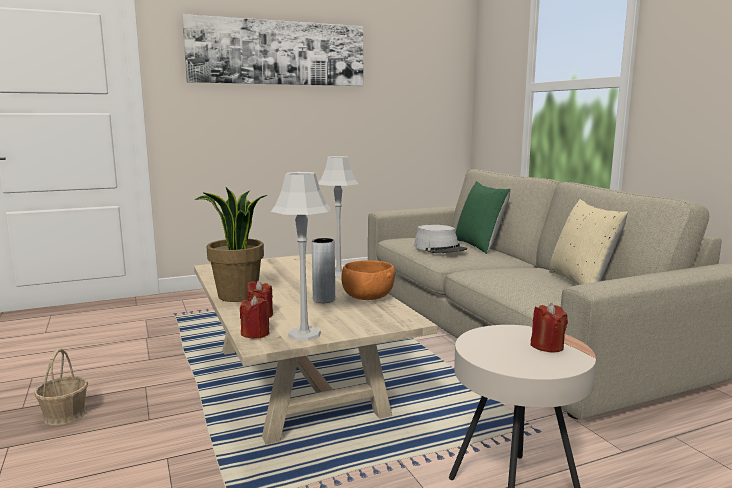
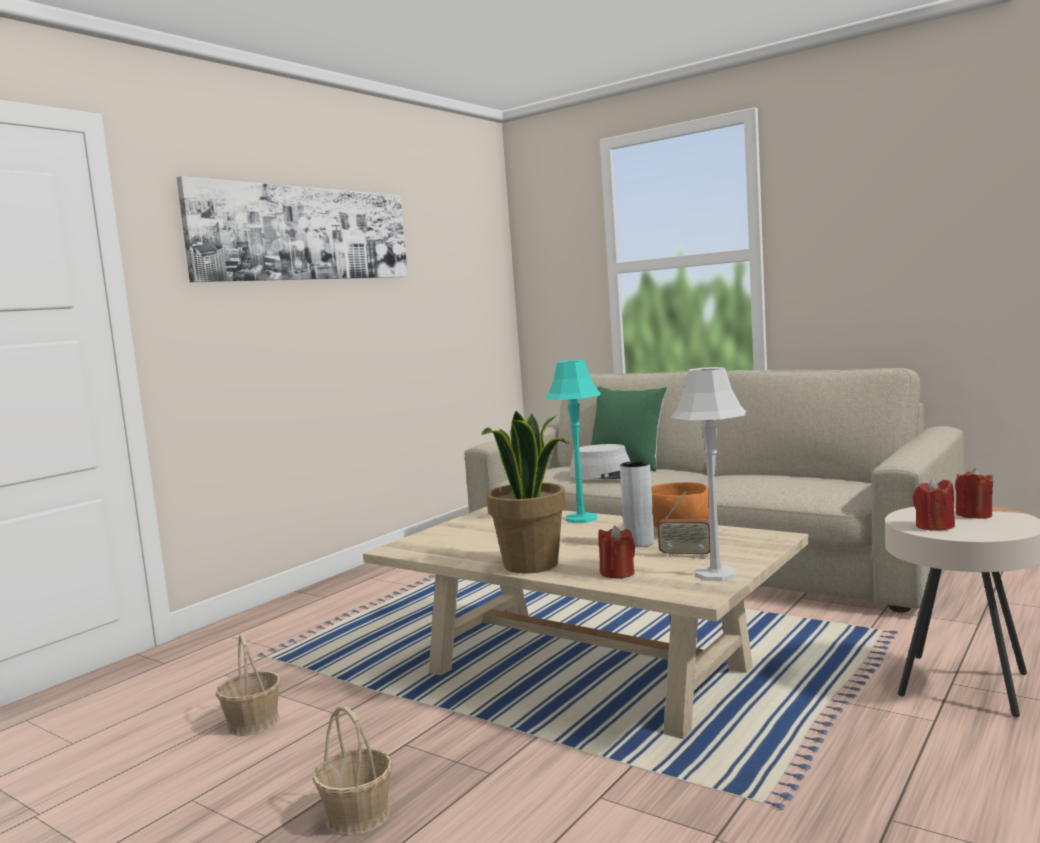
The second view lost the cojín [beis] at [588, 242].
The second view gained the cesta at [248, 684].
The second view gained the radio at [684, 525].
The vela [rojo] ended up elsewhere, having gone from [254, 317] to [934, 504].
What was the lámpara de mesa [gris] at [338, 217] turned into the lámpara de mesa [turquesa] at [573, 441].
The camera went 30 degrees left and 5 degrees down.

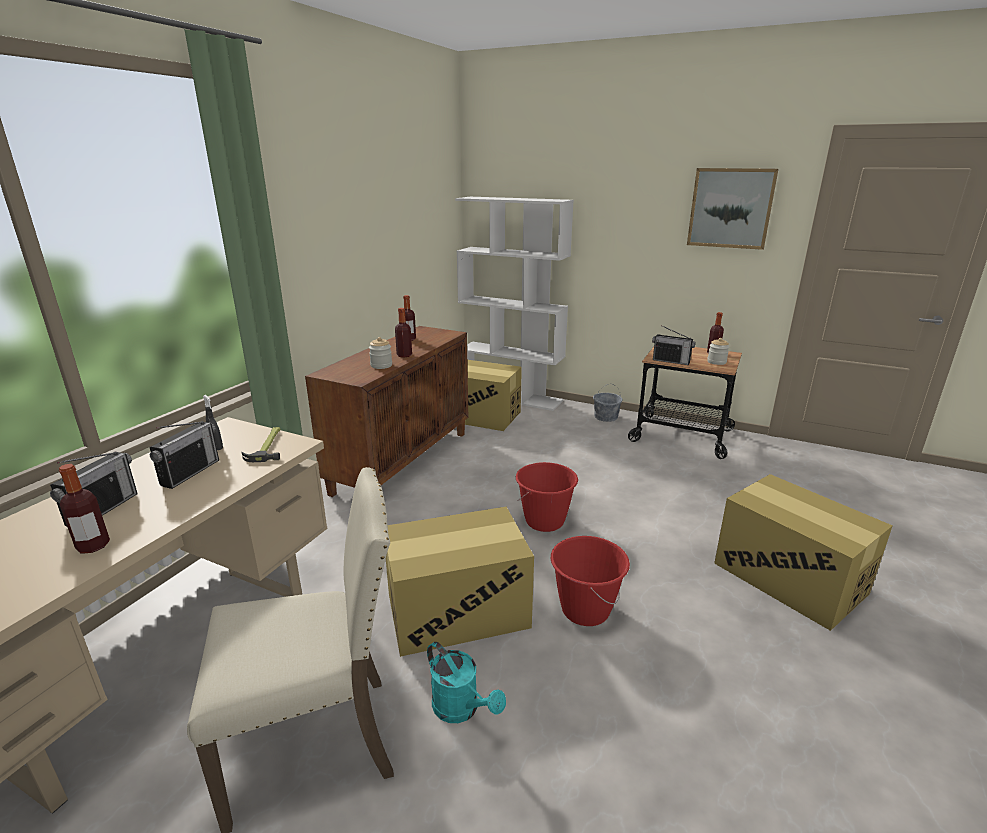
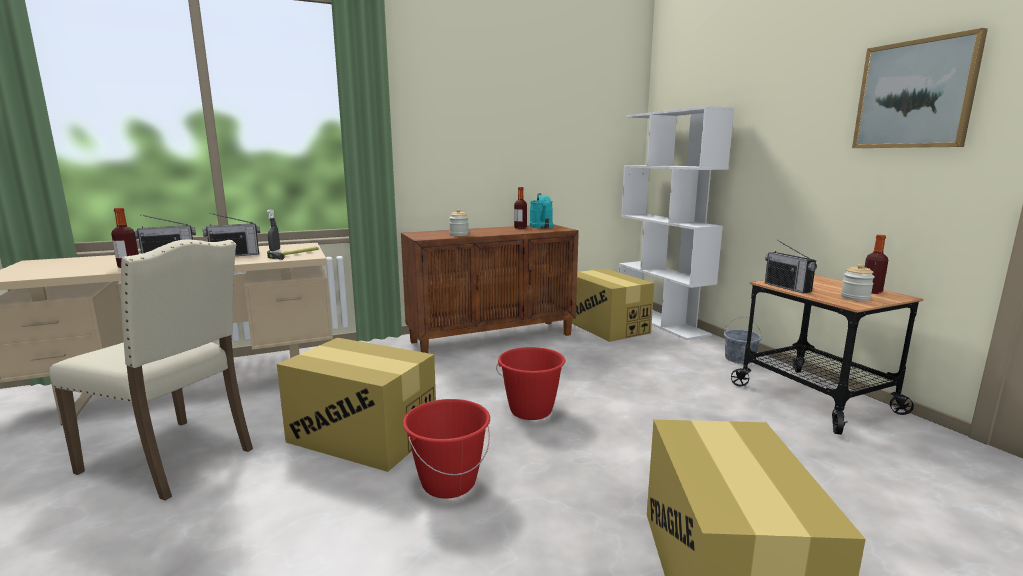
The second view lost the botella at [403, 333].
The regadera [turquesa] ended up elsewhere, having gone from [466, 682] to [541, 210].
The camera went 40 degrees right and 10 degrees down.

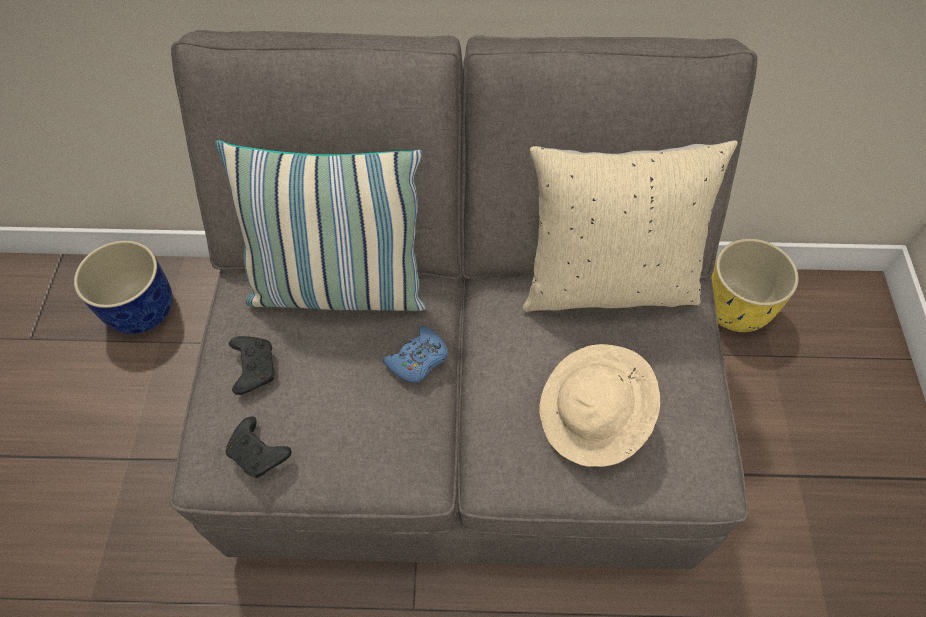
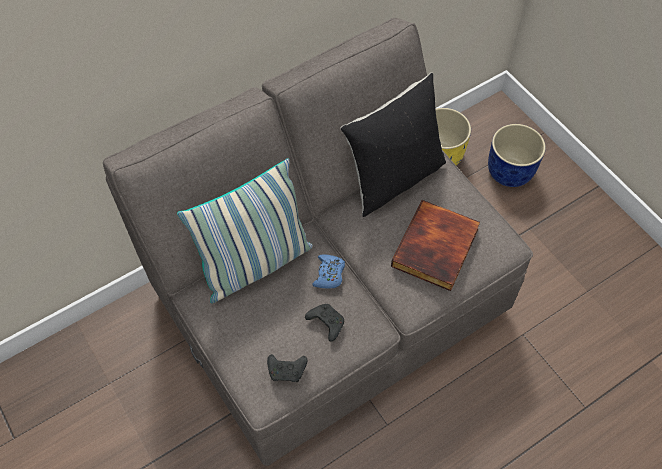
The maceta [azul] ended up elsewhere, having gone from [123, 287] to [517, 155].
The mando de consola [negro] ended up elsewhere, having gone from [252, 365] to [324, 323].
Where the sombrero [beis] stood at [600, 405], the libro came to stand at [435, 245].
What was the cojín [beis] at [629, 226] turned into the cojín [negro] at [393, 145].
The camera went 35 degrees left and 0 degrees up.

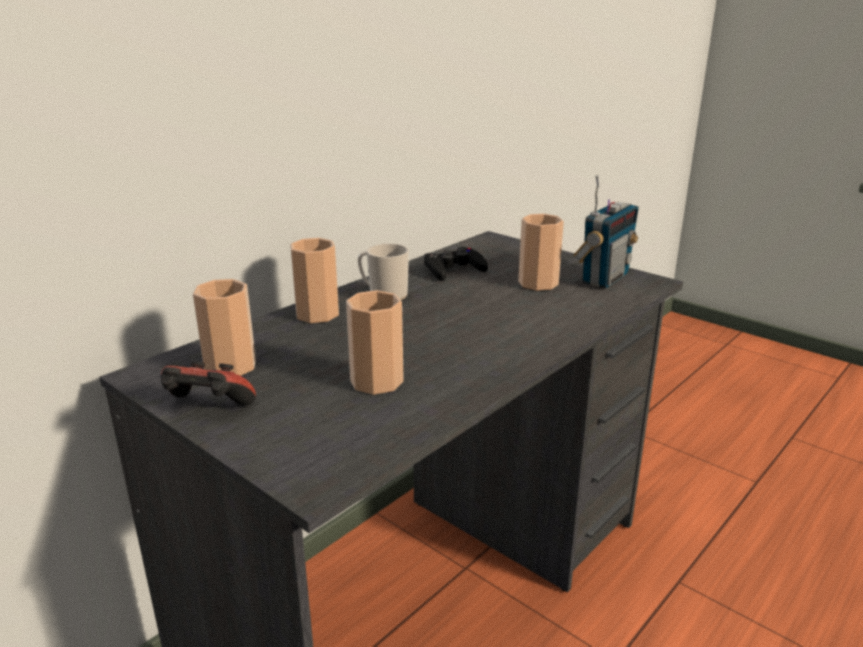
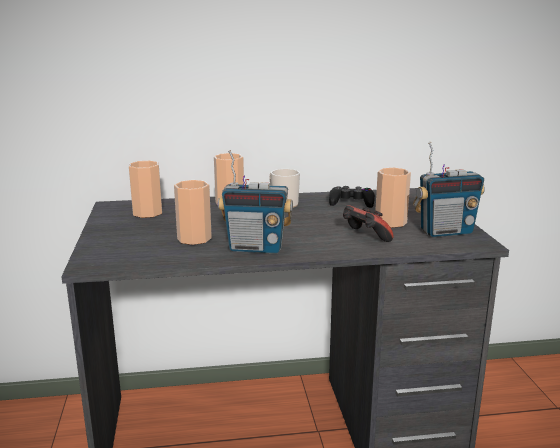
The second view gained the radio at [255, 201].
The mando de consola ended up elsewhere, having gone from [208, 383] to [368, 223].
The camera went 40 degrees right and 5 degrees down.

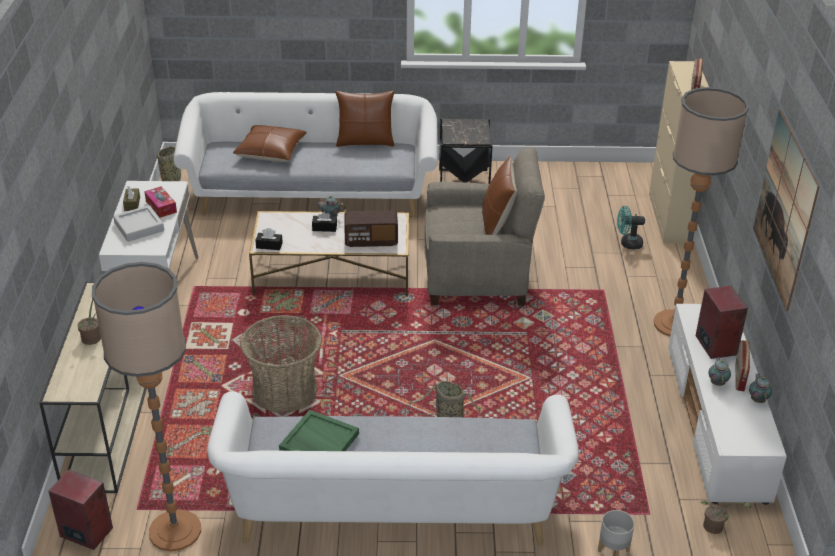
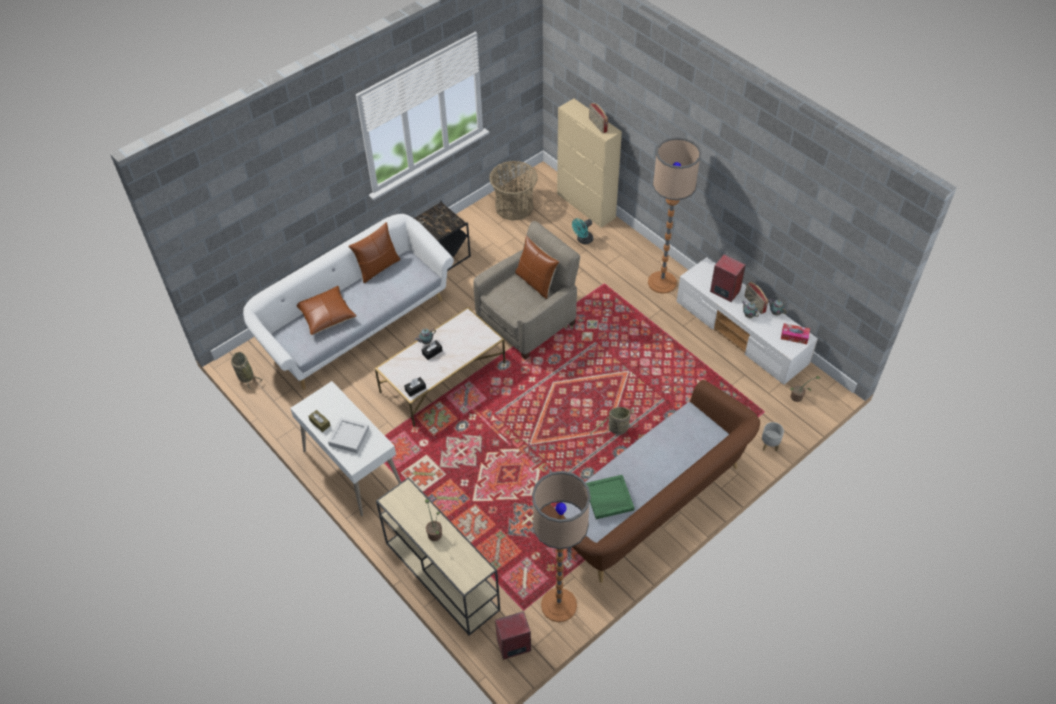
The second view lost the radio at [371, 228].
The second view lost the cuadro at [786, 210].
The caja de pañuelos ended up elsewhere, having gone from [160, 202] to [795, 333].
The cesta ended up elsewhere, having gone from [281, 364] to [513, 191].
What was the sofá [blanco] at [393, 469] turned into the sofá [marrón] at [650, 481].
The camera went 40 degrees left and 15 degrees up.

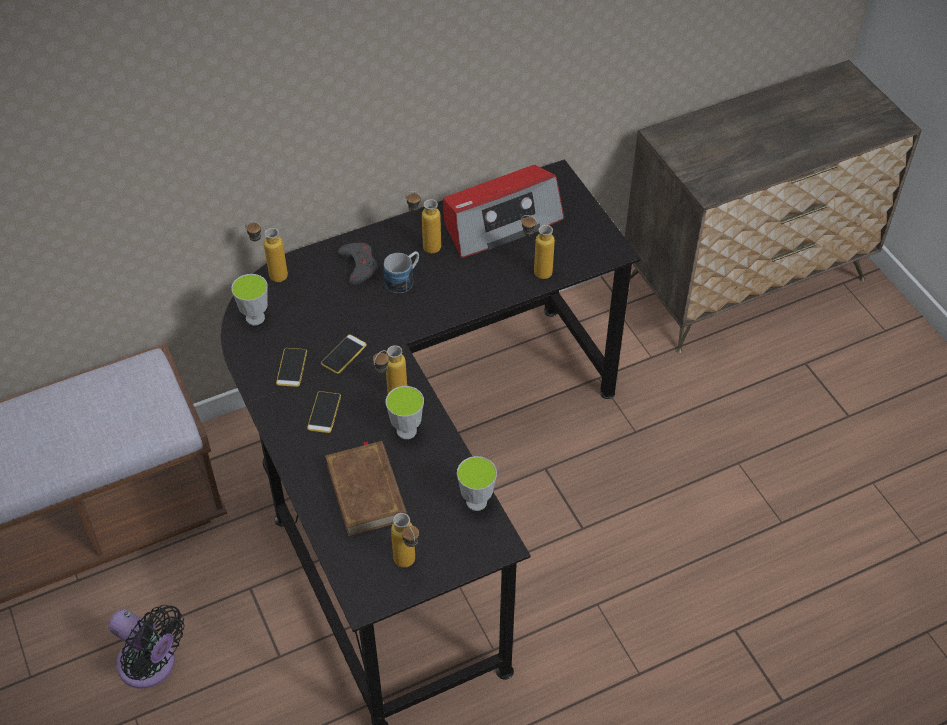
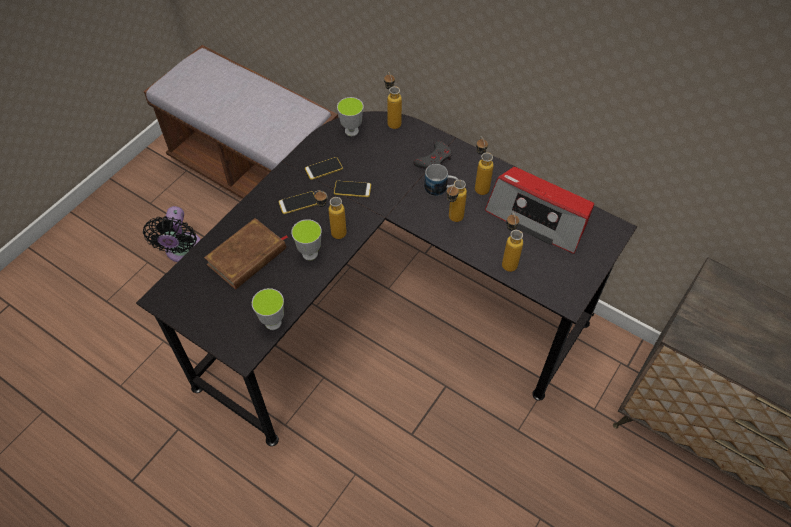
The botella ended up elsewhere, having gone from [405, 540] to [457, 201].
The camera went 60 degrees right and 5 degrees up.

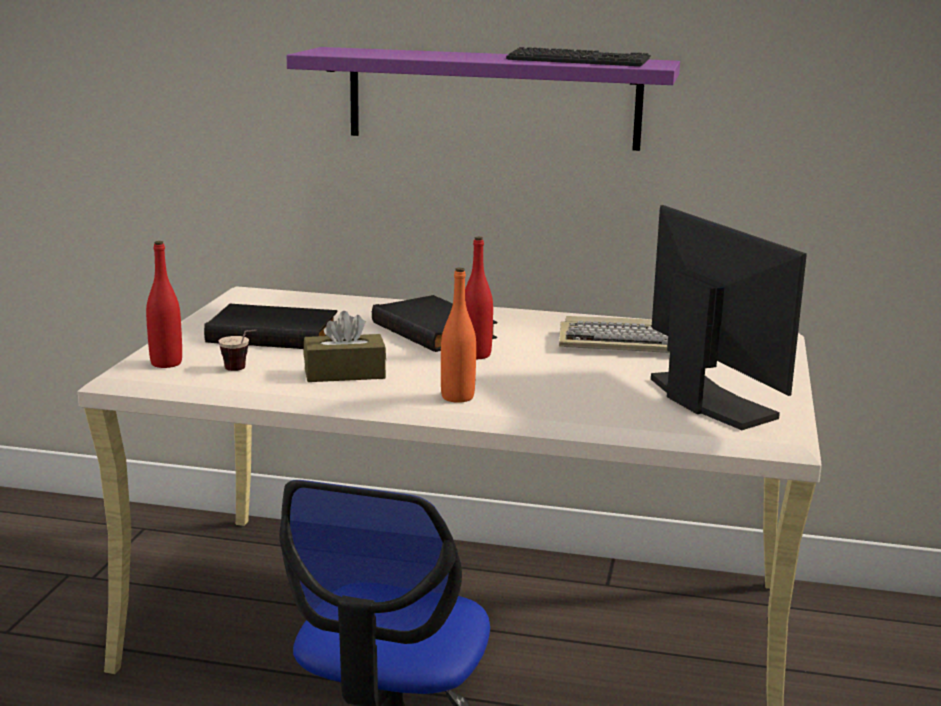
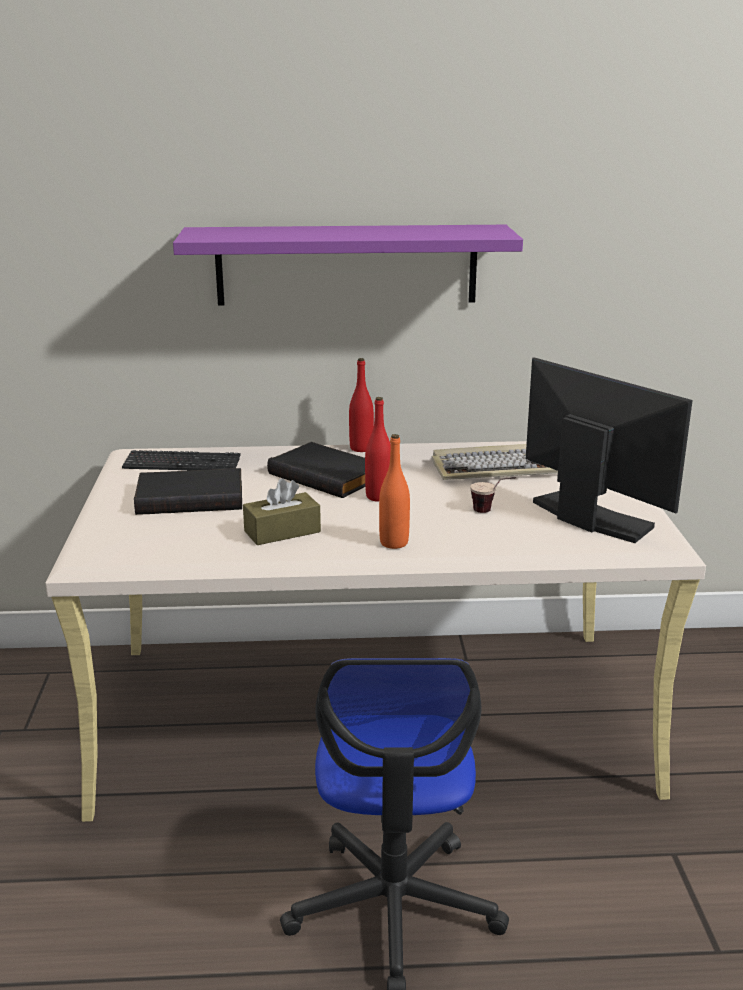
The botella [rojo] ended up elsewhere, having gone from [164, 304] to [361, 405].
The taza ended up elsewhere, having gone from [238, 350] to [493, 495].
The teclado ended up elsewhere, having gone from [578, 56] to [181, 460].
The camera went 15 degrees left and 5 degrees up.

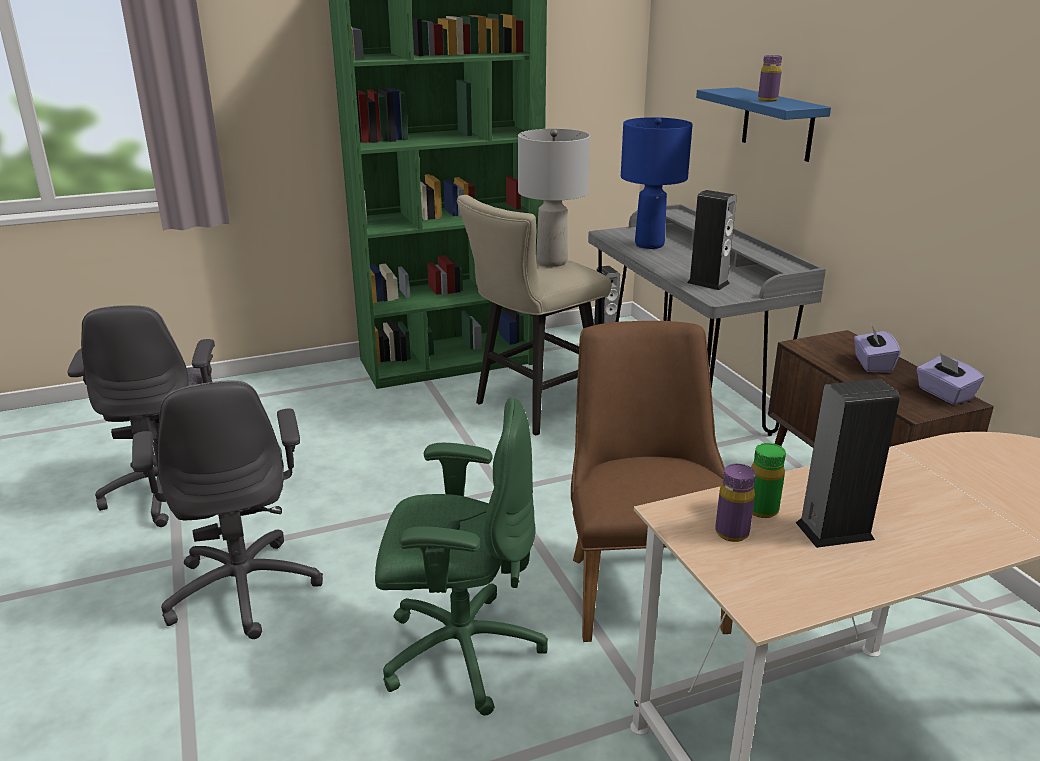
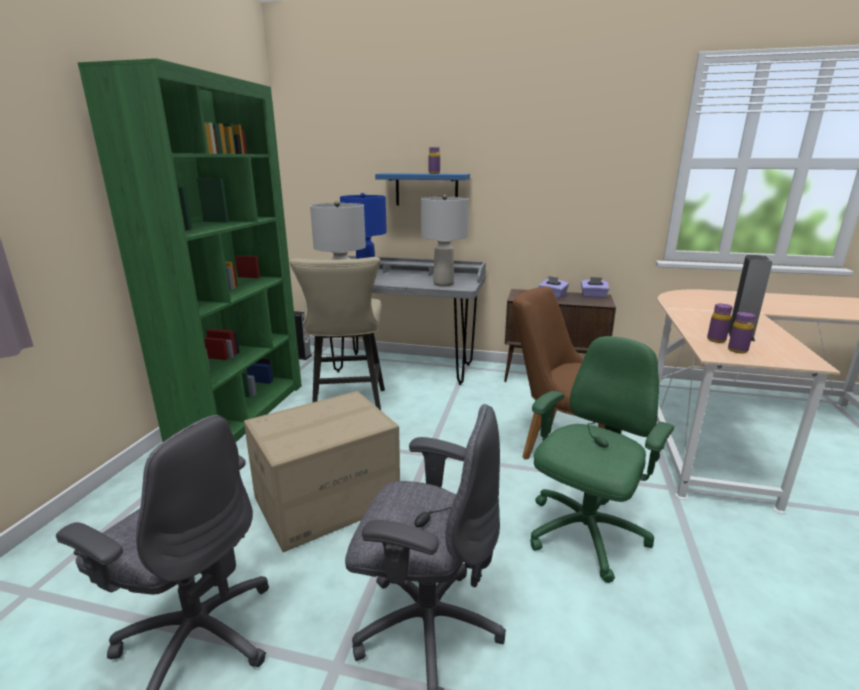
The second view gained the caja de cartón at [322, 471].
Where the altavoz stood at [712, 240], the lámpara de mesa [gris] came to stand at [444, 240].
What was the botella [verde] at [768, 480] turned into the botella [morado] at [720, 323].
The camera went 55 degrees left and 5 degrees down.

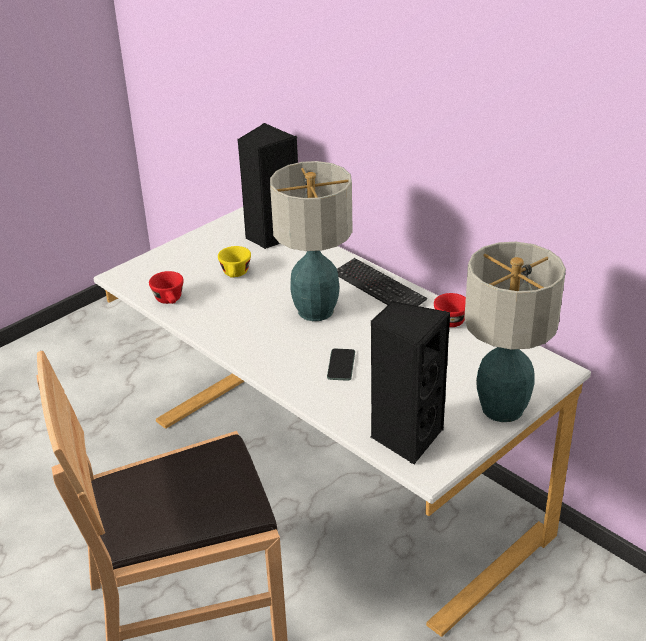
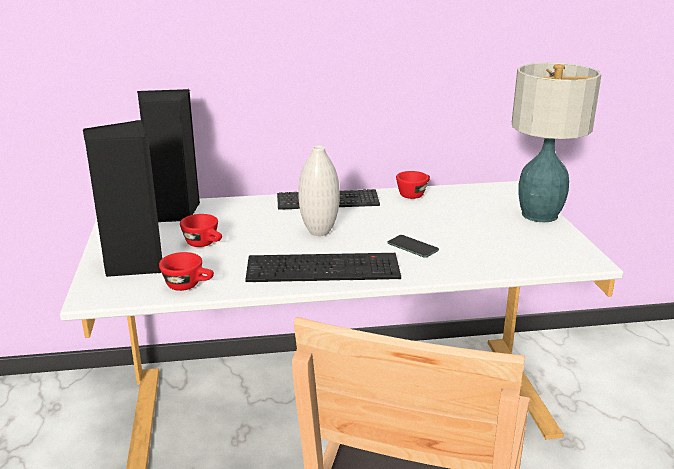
The second view gained the teclado at [323, 267].
The altavoz [negro] ended up elsewhere, having gone from [410, 383] to [122, 198].
Where the lámpara de mesa stood at [311, 241], the florero [blanco] came to stand at [319, 191].
What was the taza [amarillo] at [234, 262] turned into the taza [rojo] at [201, 230].
The camera went 55 degrees left and 10 degrees down.

